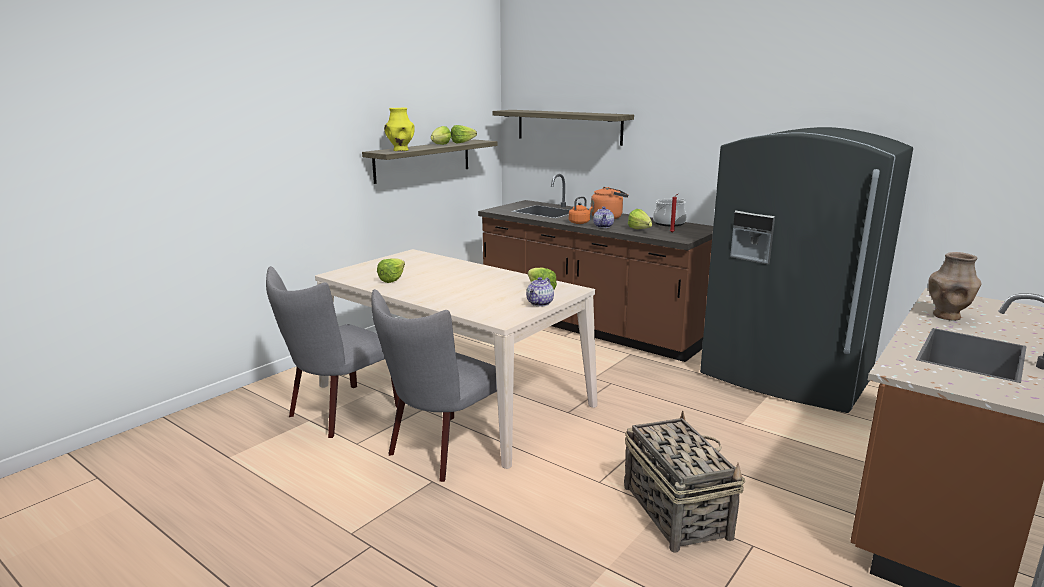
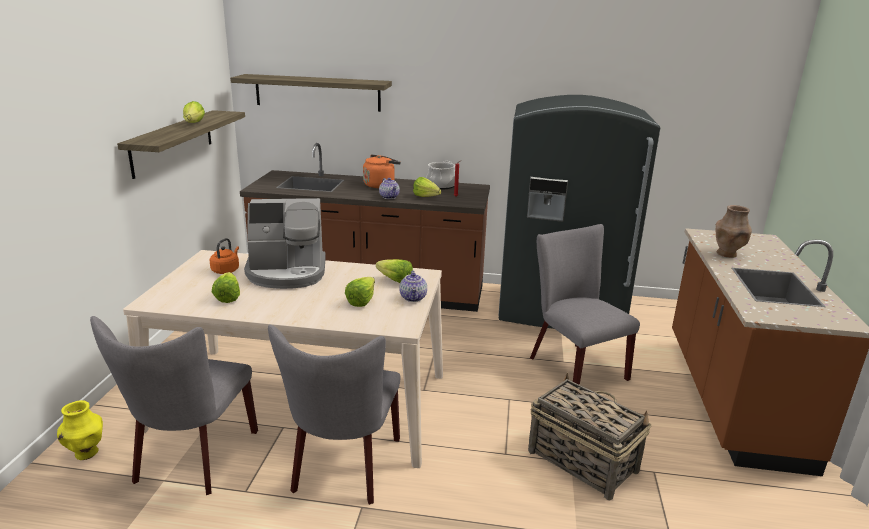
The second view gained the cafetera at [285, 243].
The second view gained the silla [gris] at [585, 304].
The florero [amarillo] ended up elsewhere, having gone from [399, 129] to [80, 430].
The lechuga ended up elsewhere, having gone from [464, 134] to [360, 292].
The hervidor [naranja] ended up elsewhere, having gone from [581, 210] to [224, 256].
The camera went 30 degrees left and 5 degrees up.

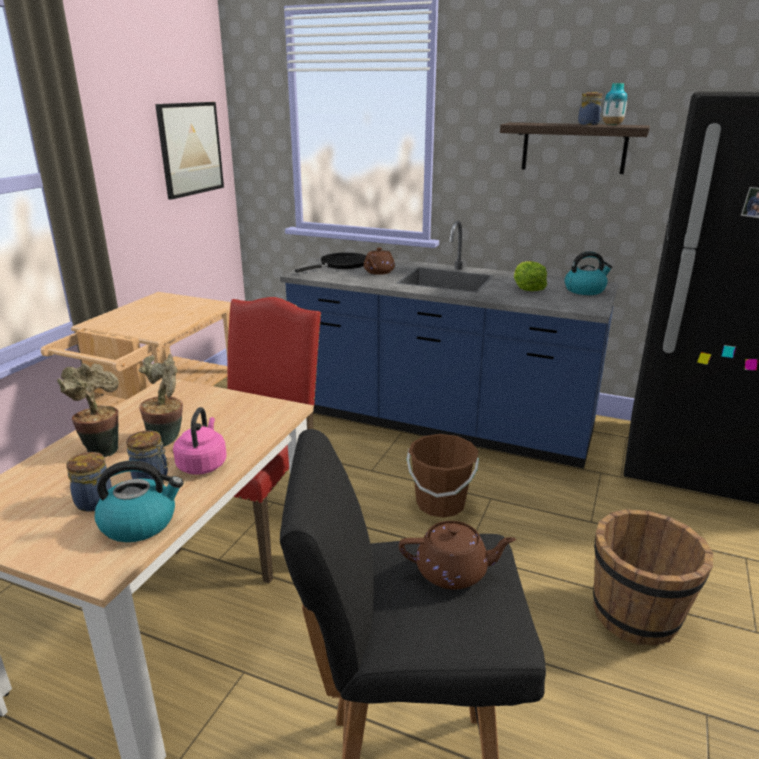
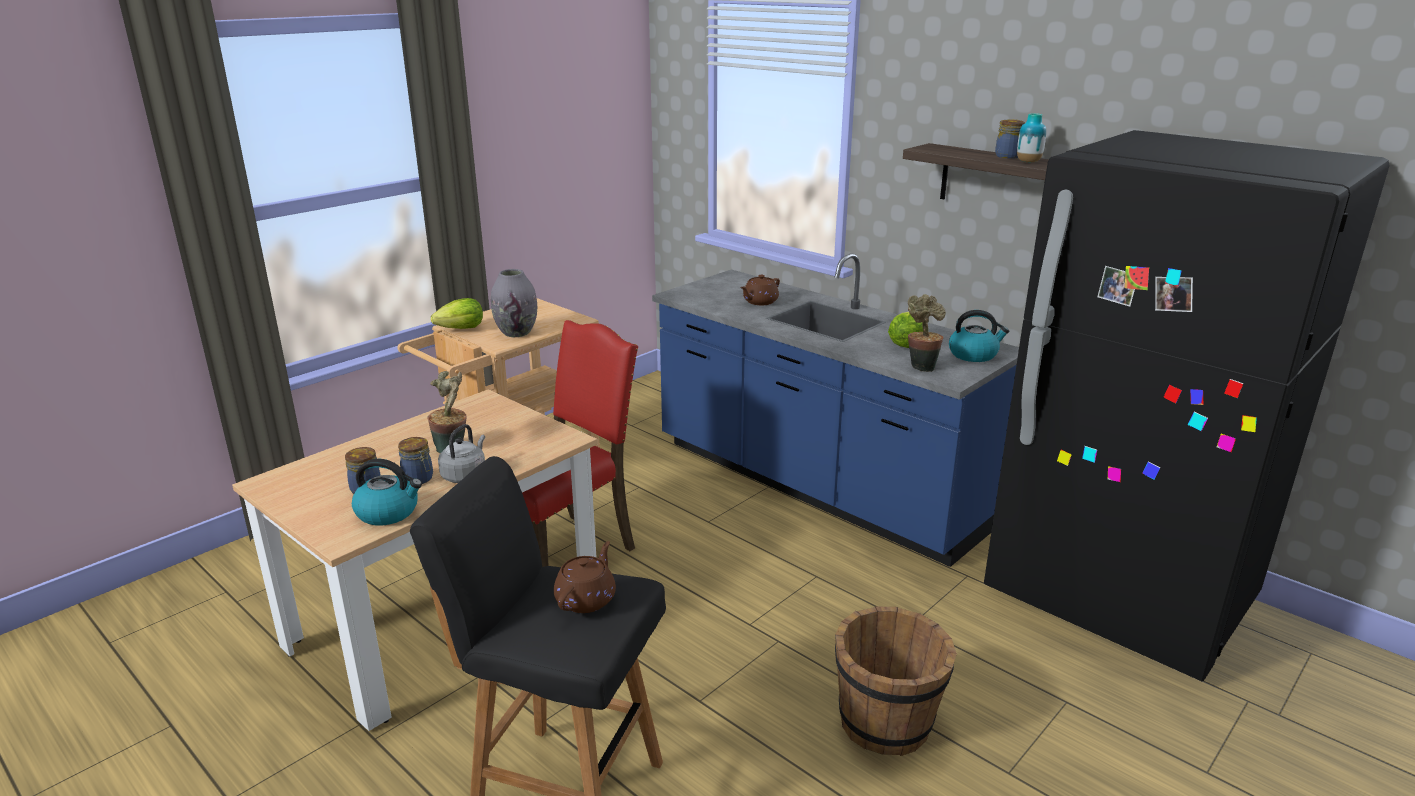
The second view lost the cuadro at [189, 151].
The second view lost the sartén [negro] at [331, 262].
The second view lost the cubo [marrón] at [443, 476].
The second view gained the lechuga at [457, 313].
The second view gained the florero [gris] at [514, 303].
The planta en maceta ended up elsewhere, having gone from [88, 410] to [927, 333].
What was the hervidor [rosa] at [200, 441] turned into the hervidor [gris] at [461, 453].
The tetera [marrón] at [457, 555] ended up facing another way, 90 degrees counterclockwise from before.
The camera went 20 degrees right and 0 degrees up.

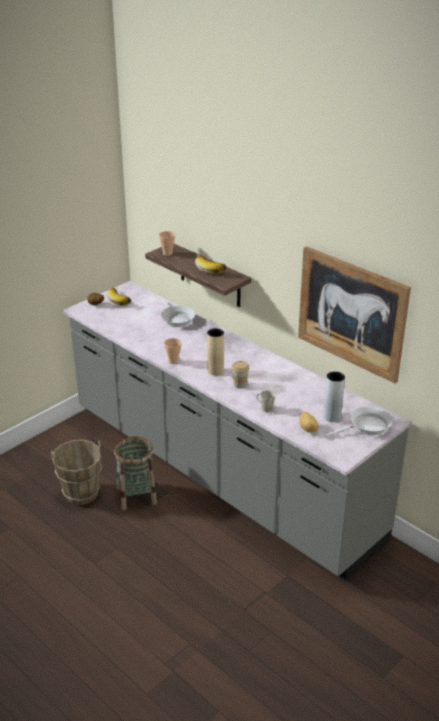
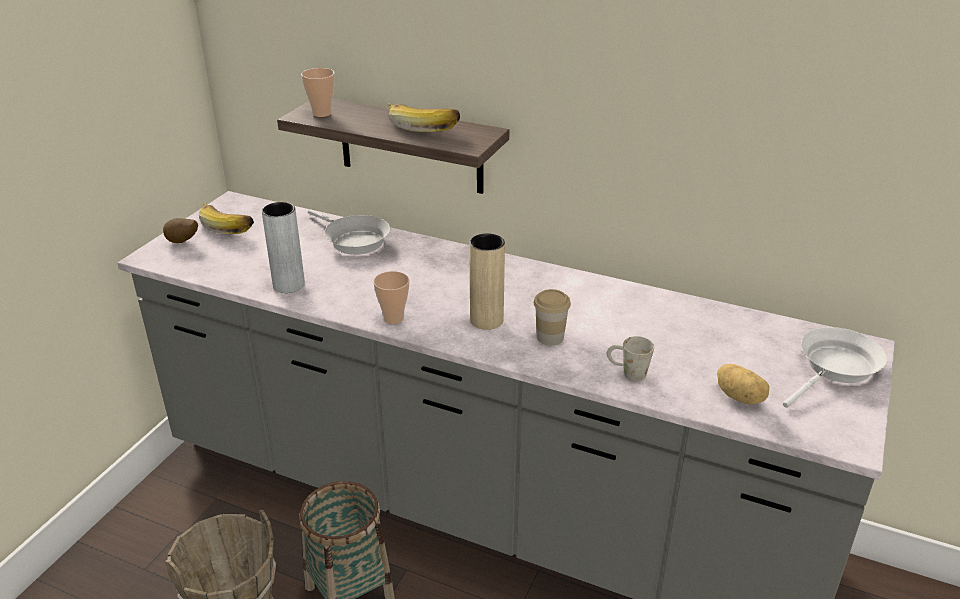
The second view lost the cuadro at [354, 314].
The florero [gris] ended up elsewhere, having gone from [334, 396] to [283, 247].
The camera went 20 degrees left and 0 degrees up.

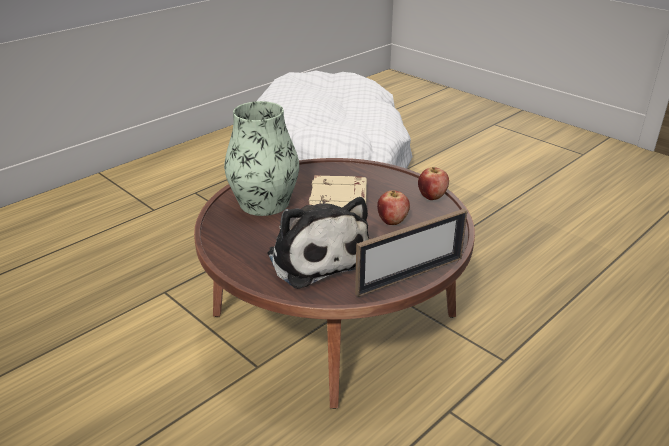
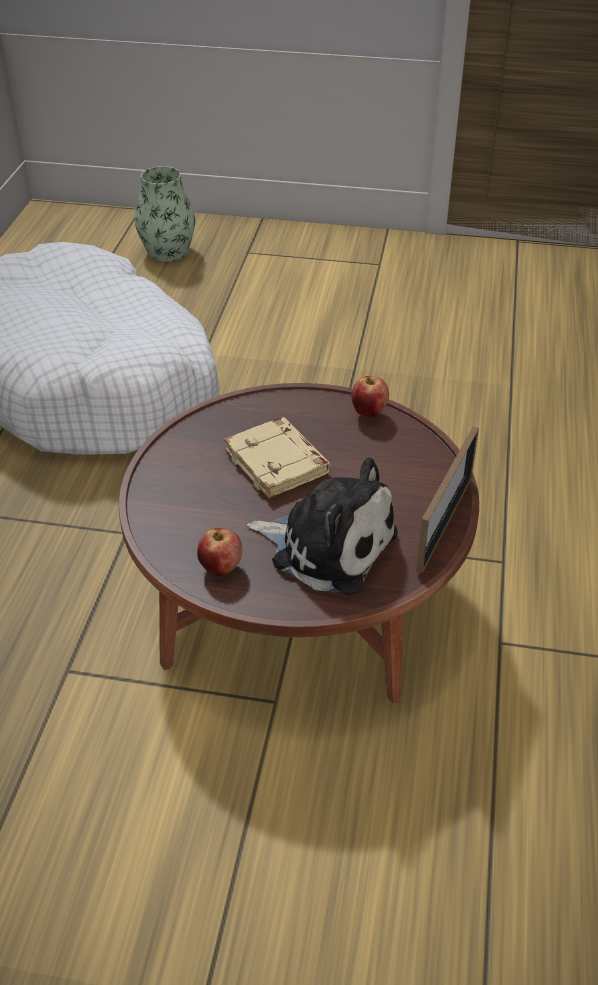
The florero ended up elsewhere, having gone from [261, 158] to [165, 214].
The manzana ended up elsewhere, having gone from [393, 207] to [219, 552].
The camera went 35 degrees left and 10 degrees up.

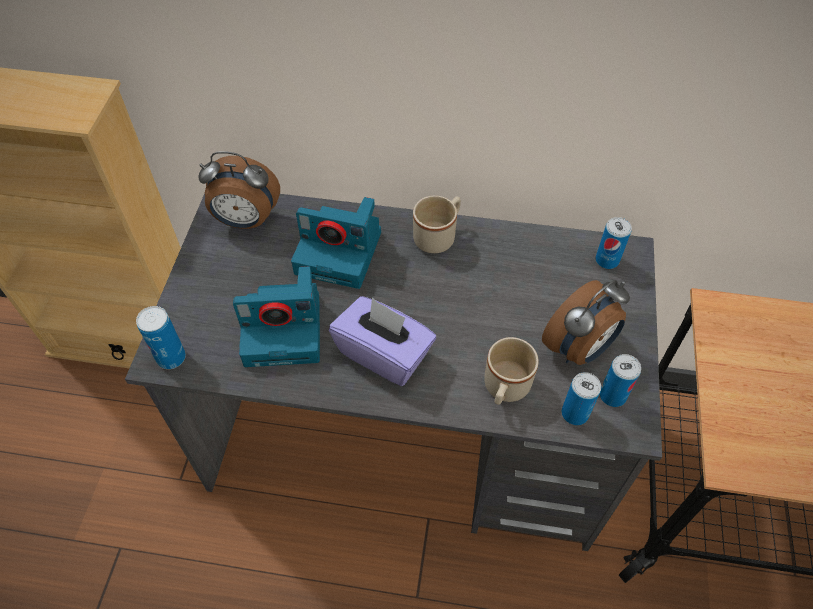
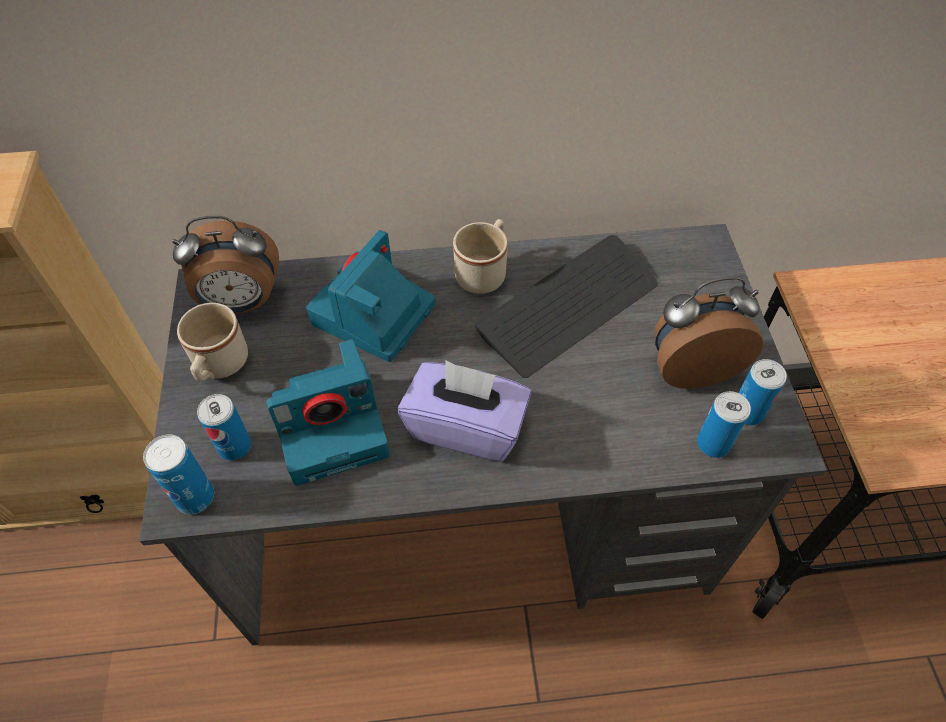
The second view gained the teclado at [566, 306].
The taza grande [beis] ended up elsewhere, having gone from [511, 371] to [212, 342].
The lata ended up elsewhere, having gone from [613, 243] to [224, 427].
The cámara at [336, 243] ended up facing another way, 120 degrees clockwise from before.
The despertador at [586, 322] ended up facing another way, 135 degrees counterclockwise from before.
The camera went 15 degrees left and 0 degrees up.

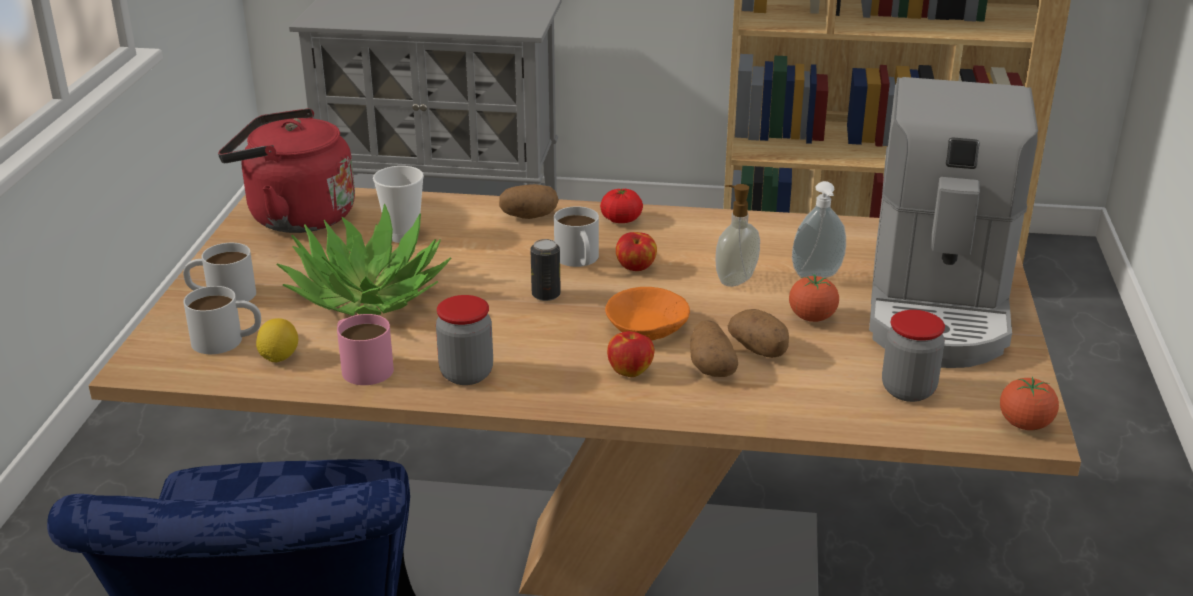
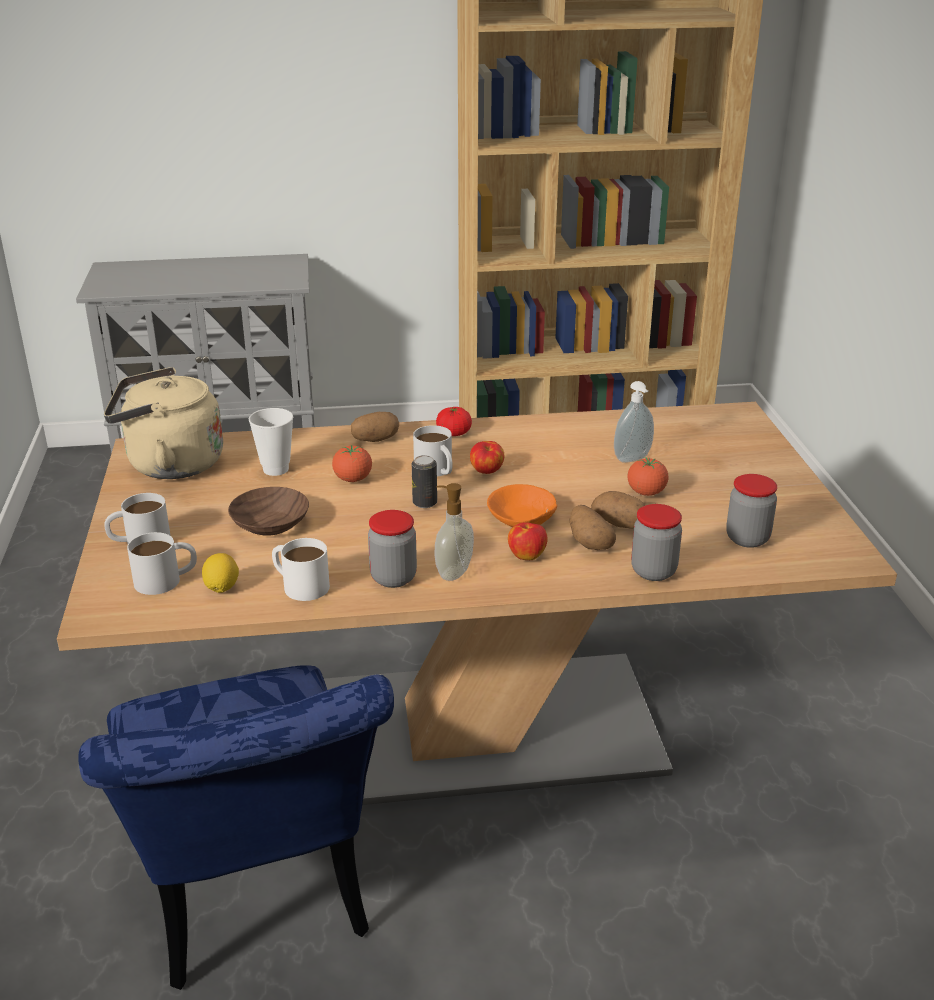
The second view lost the cafetera at [953, 222].
The second view gained the tarro at [656, 542].
The dispensador de jabón ended up elsewhere, having gone from [737, 235] to [454, 532].
The tomate ended up elsewhere, having gone from [1029, 403] to [352, 463].
Where the planta en maceta stood at [363, 260], the cuenco [marrón] came to stand at [268, 511].
What was the hervidor [rojo] at [286, 170] turned into the hervidor [beis] at [163, 423].
What was the taza grande [rosa] at [365, 349] turned into the taza grande [blanco] at [301, 569].
The camera went 15 degrees left and 0 degrees up.

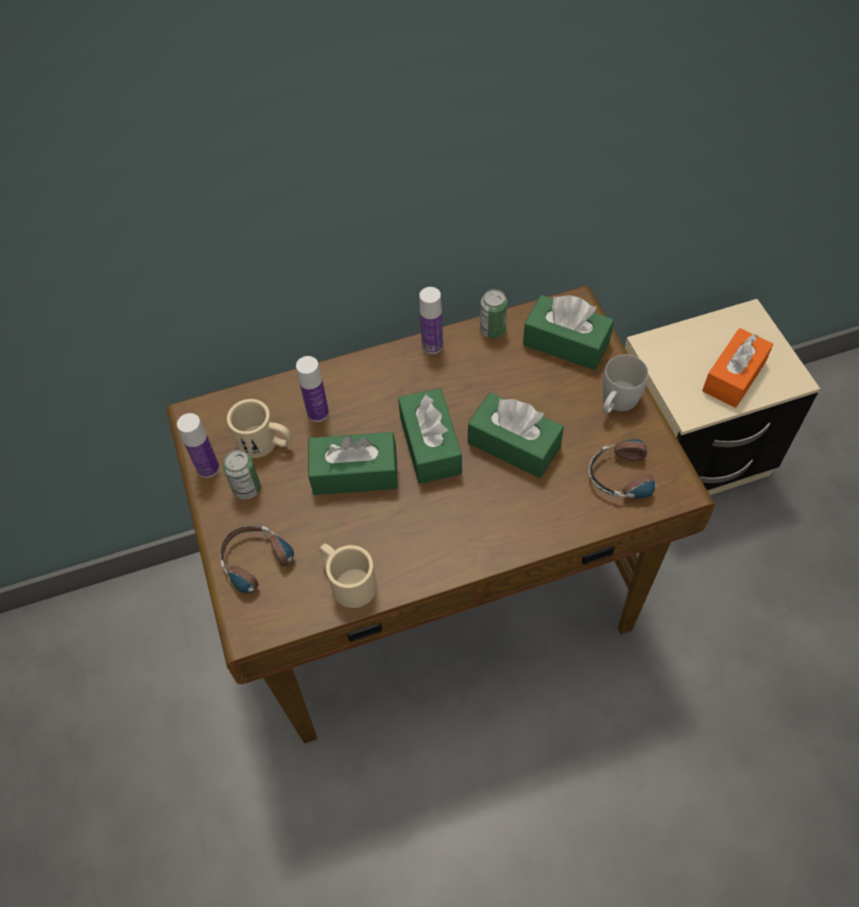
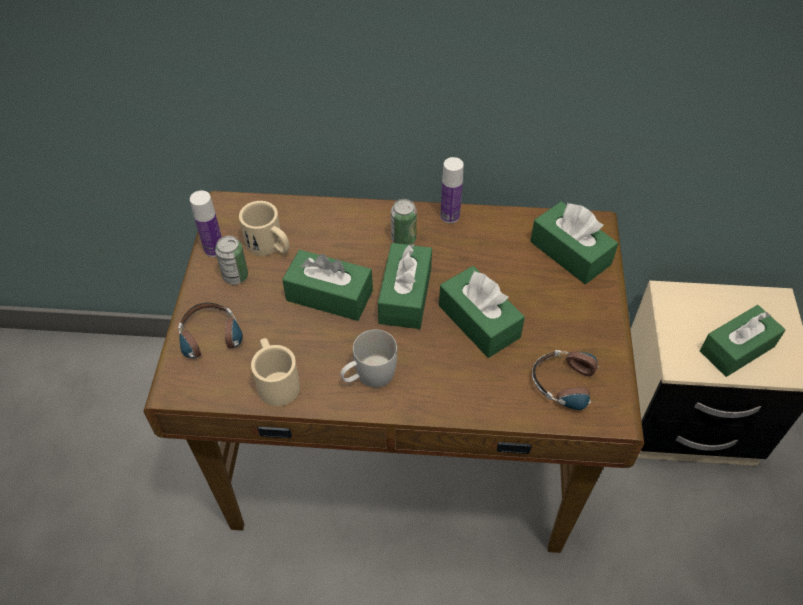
The second view lost the botella at [312, 389].
The lata ended up elsewhere, having gone from [494, 314] to [404, 222].
The taza grande [blanco] ended up elsewhere, having gone from [625, 384] to [368, 358].
What was the caja de pañuelos [naranja] at [737, 368] turned into the caja de pañuelos [verde] at [743, 341].
The camera went 20 degrees right and 5 degrees down.

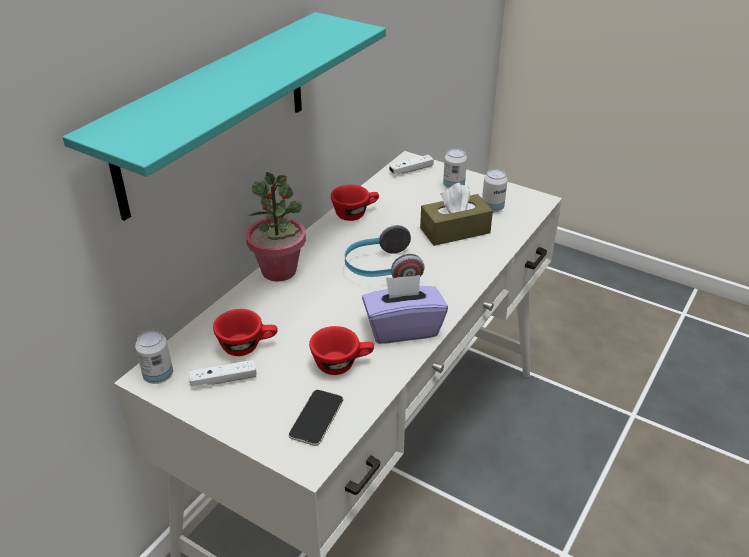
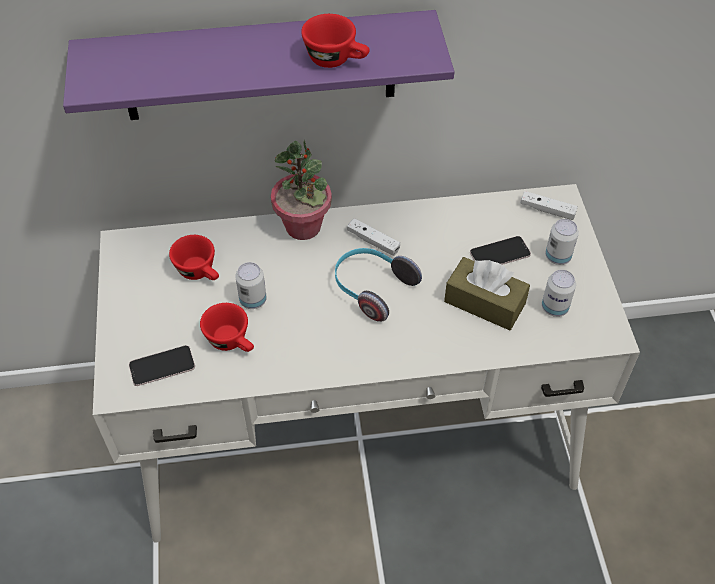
The second view lost the caja de pañuelos [morado] at [405, 309].
The second view gained the móvil at [500, 250].
The lata ended up elsewhere, having gone from [154, 357] to [251, 285].
The mando de consola [blanco] ended up elsewhere, having gone from [222, 373] to [373, 237].
The taza [rojo] ended up elsewhere, having gone from [355, 203] to [335, 41].
What was the estante [turquesa] at [224, 116] turned into the estante [morado] at [258, 65].
The camera went 50 degrees right and 15 degrees up.

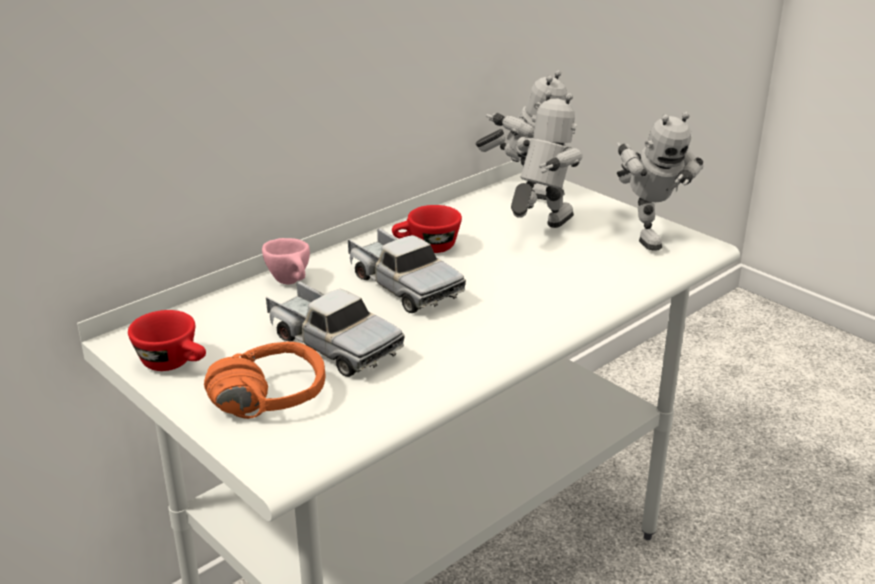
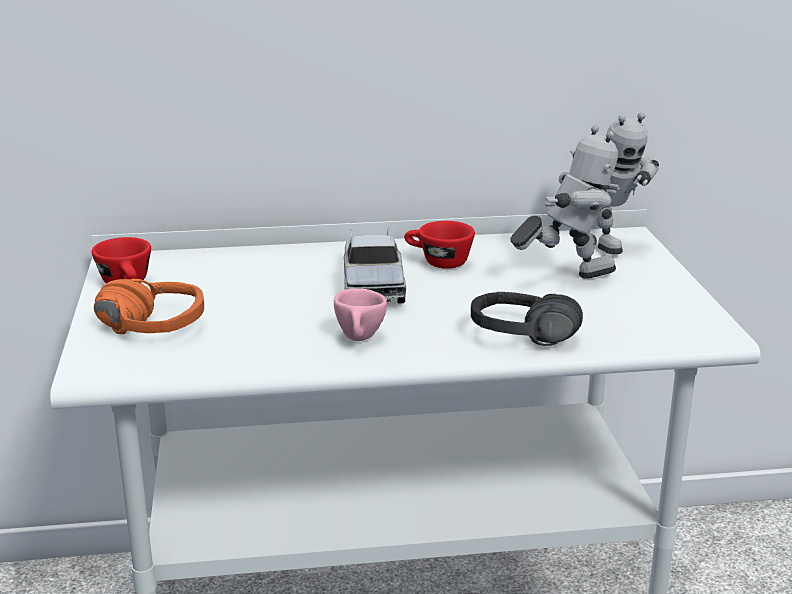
The second view lost the camión de juguete at [335, 329].
The second view lost the robot de juguete at [660, 181].
The second view gained the auriculares [negro] at [527, 319].
The taza [rosa] ended up elsewhere, having gone from [286, 261] to [360, 314].
The camera went 35 degrees right and 5 degrees down.

